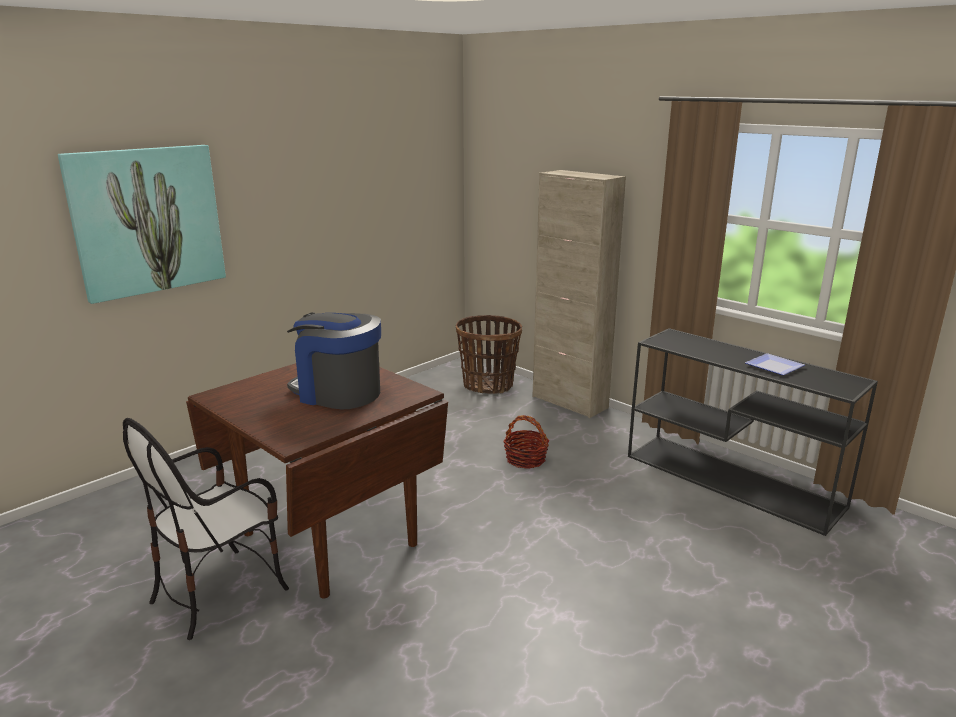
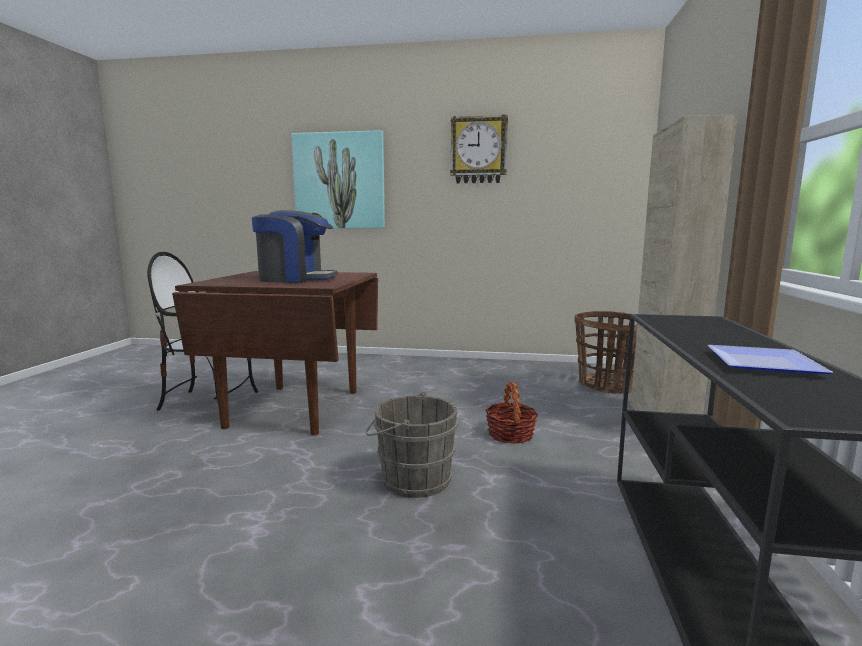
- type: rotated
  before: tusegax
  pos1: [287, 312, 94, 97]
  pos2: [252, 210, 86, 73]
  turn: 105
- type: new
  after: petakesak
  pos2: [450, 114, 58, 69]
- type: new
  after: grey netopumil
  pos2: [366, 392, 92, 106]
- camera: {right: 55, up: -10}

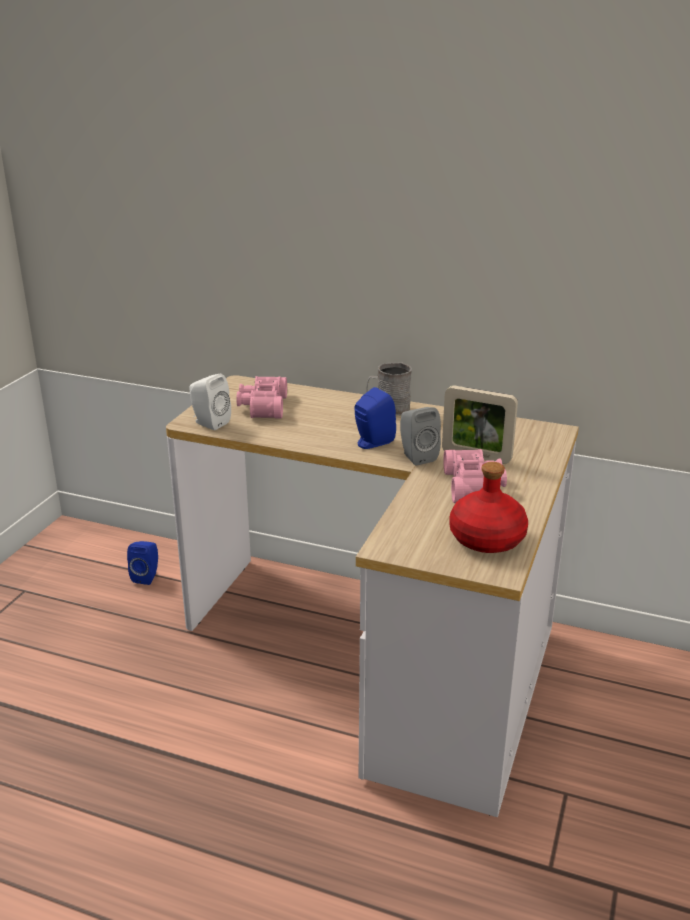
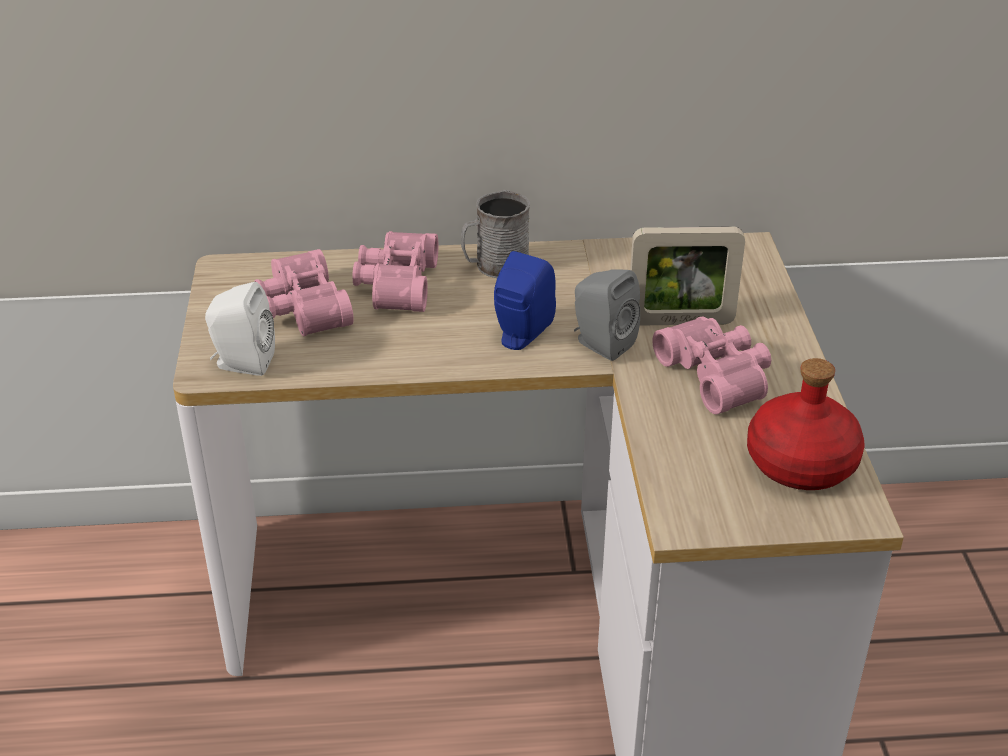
- type: gone
  before: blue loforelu
  pos1: [127, 541, 31, 44]
- type: new
  after: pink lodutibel
  pos2: [352, 231, 86, 81]
- camera: {right: -25, up: 10}

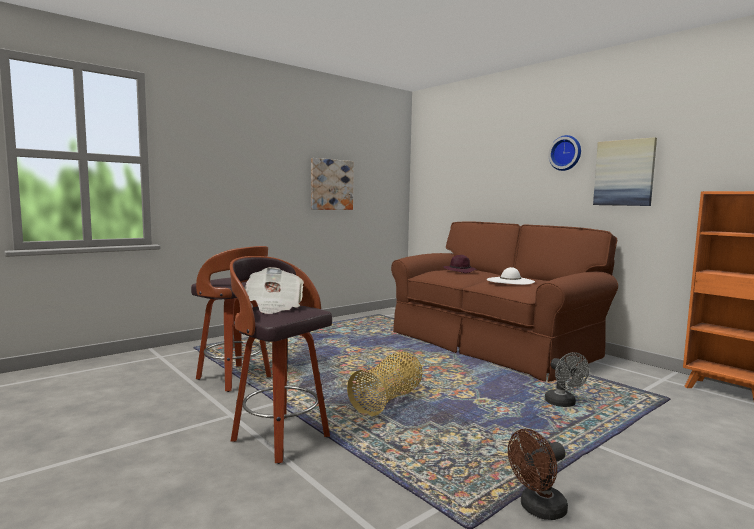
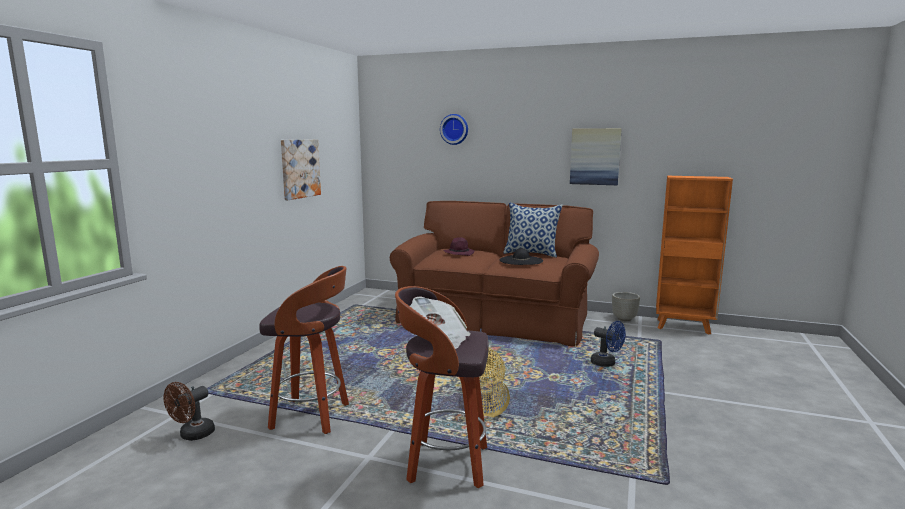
- type: shifted
  before: petakesak
  pos1: [548, 135, 33, 36]
  pos2: [440, 114, 28, 31]
- type: repainted
  before: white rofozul
  after: black rofozul
  pos1: [487, 267, 48, 18]
  pos2: [500, 248, 43, 17]
- type: repainted
  before: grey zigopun
  after: blue zigopun
  pos1: [545, 352, 44, 55]
  pos2: [591, 321, 35, 46]
- type: shifted
  before: brown zigopun
  pos1: [508, 429, 60, 91]
  pos2: [163, 382, 52, 59]
- type: new
  after: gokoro
  pos2: [503, 202, 60, 56]
- type: new
  after: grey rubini
  pos2: [612, 292, 28, 29]
- camera: {right: -30, up: 5}

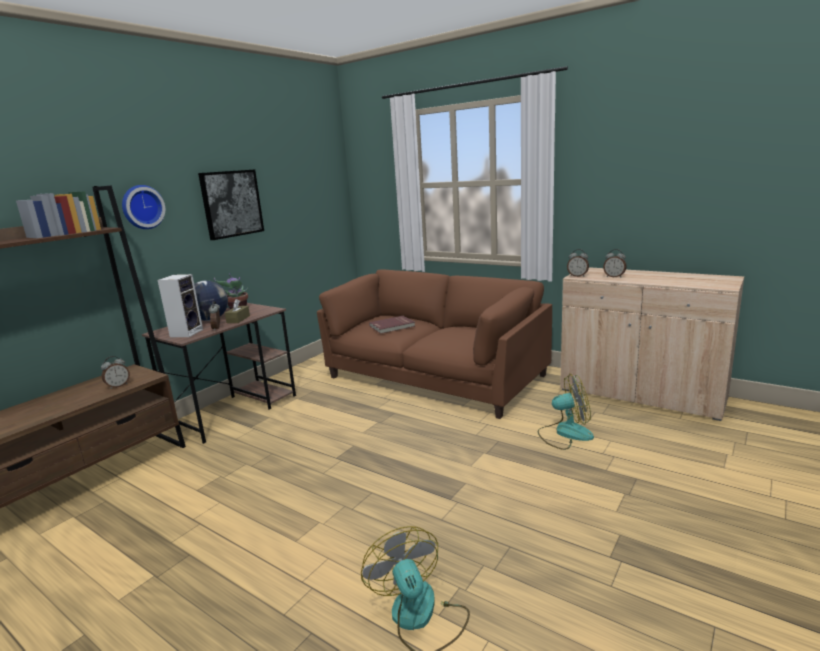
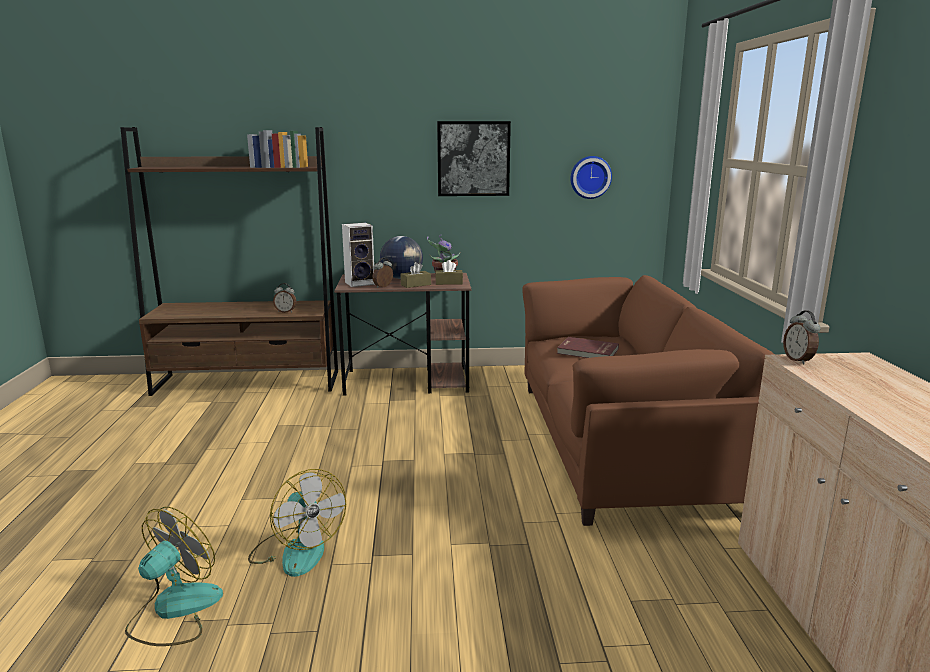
- type: shifted
  before: petakesak
  pos1: [122, 185, 43, 44]
  pos2: [570, 156, 42, 43]
- type: gone
  before: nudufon
  pos1: [603, 249, 24, 29]
- type: shifted
  before: zigopun
  pos1: [538, 374, 56, 76]
  pos2: [248, 469, 98, 108]
- type: new
  after: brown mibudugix
  pos2: [435, 260, 28, 25]
- camera: {right: 50, up: 0}

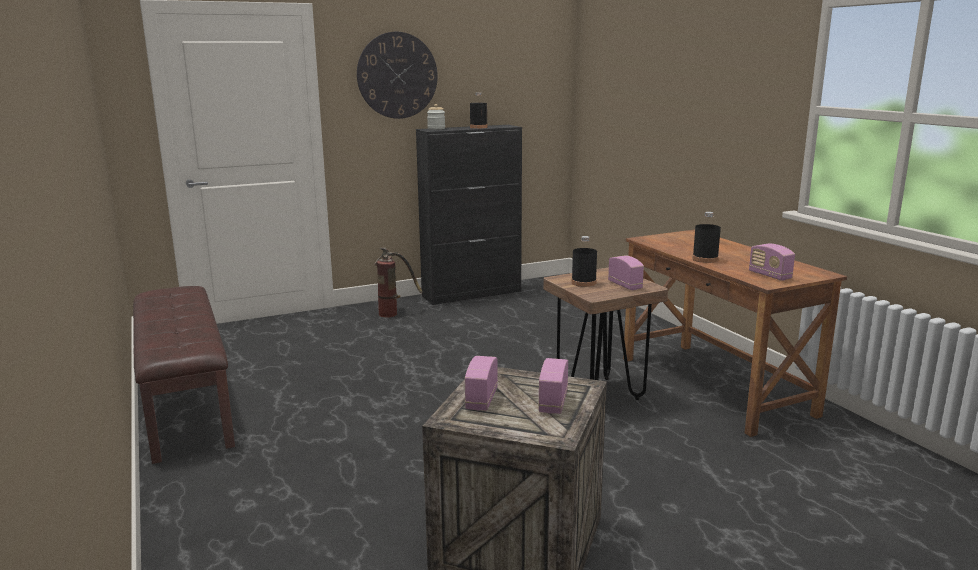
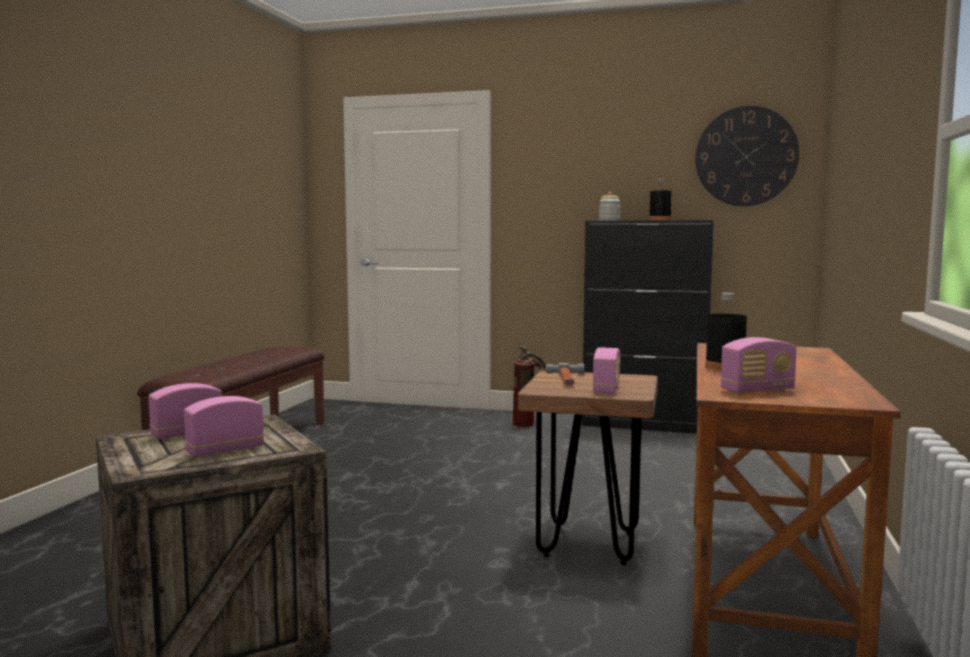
- type: shifted
  before: petakesak
  pos1: [357, 32, 81, 87]
  pos2: [695, 106, 104, 100]
- type: swapped
  before: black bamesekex
  after: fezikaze
  pos1: [571, 236, 26, 51]
  pos2: [545, 363, 39, 22]
- type: rotated
  before: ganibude
  pos1: [749, 244, 46, 37]
  pos2: [720, 337, 76, 57]
  turn: -120
- camera: {right: 40, up: -10}

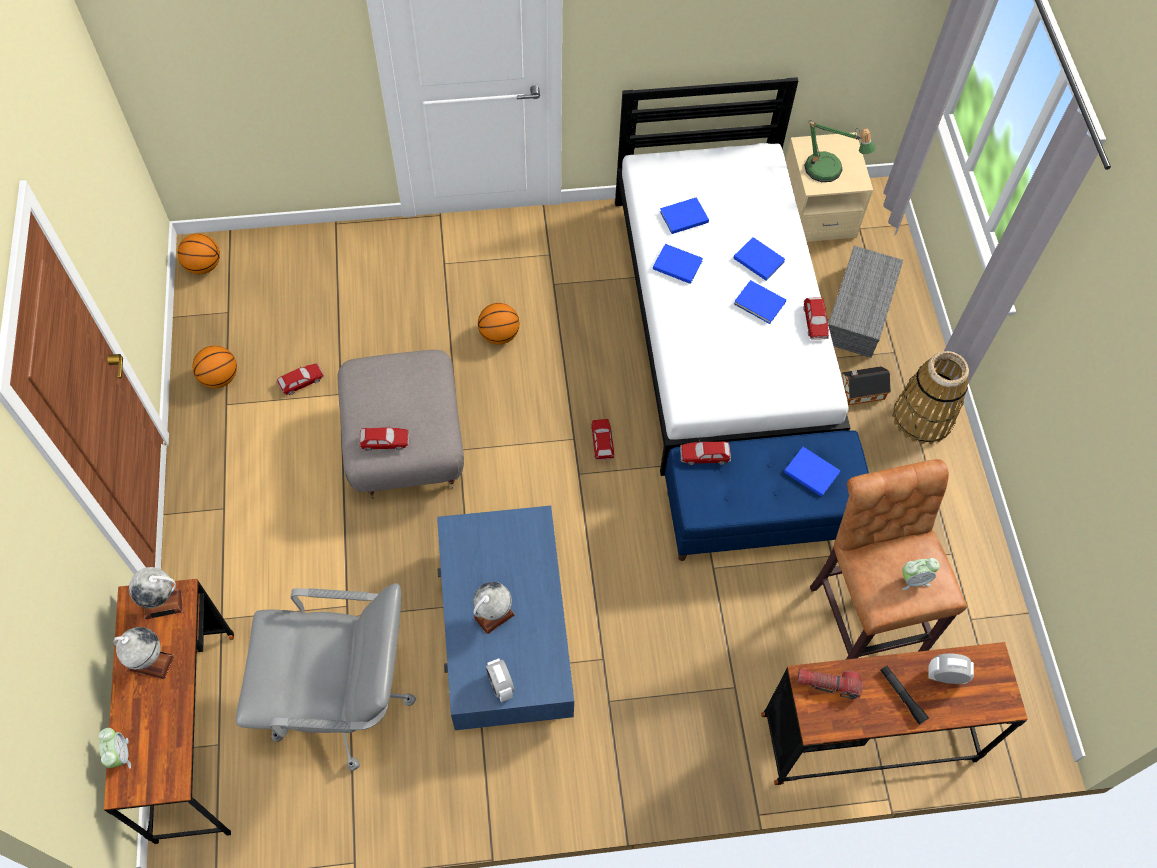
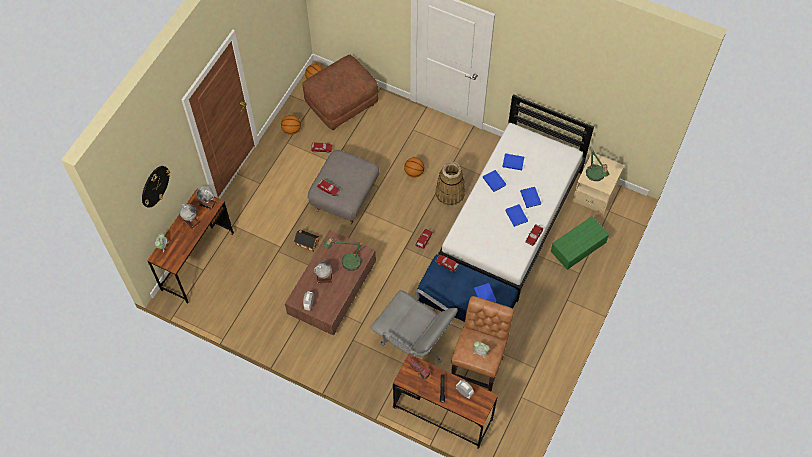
- type: repainted
  before: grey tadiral
  after: green tadiral
  pos1: [828, 246, 75, 112]
  pos2: [551, 216, 58, 54]
- type: shifted
  before: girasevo
  pos1: [893, 351, 76, 93]
  pos2: [436, 162, 29, 44]
- type: shifted
  before: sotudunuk
  pos1: [841, 366, 50, 39]
  pos2: [294, 229, 25, 23]
- type: repainted
  before: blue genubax
  after: brown genubax
  pos1: [437, 506, 137, 224]
  pos2: [285, 230, 91, 105]
- type: shifted
  before: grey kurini
  pos1: [236, 583, 180, 187]
  pos2: [370, 289, 88, 74]
- type: new
  after: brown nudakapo
  pos2: [302, 55, 76, 75]
- type: new
  after: petakesak
  pos2: [142, 166, 28, 42]
- type: new
  after: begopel
  pos2: [323, 238, 41, 33]
- camera: {right: 35, up: 0}

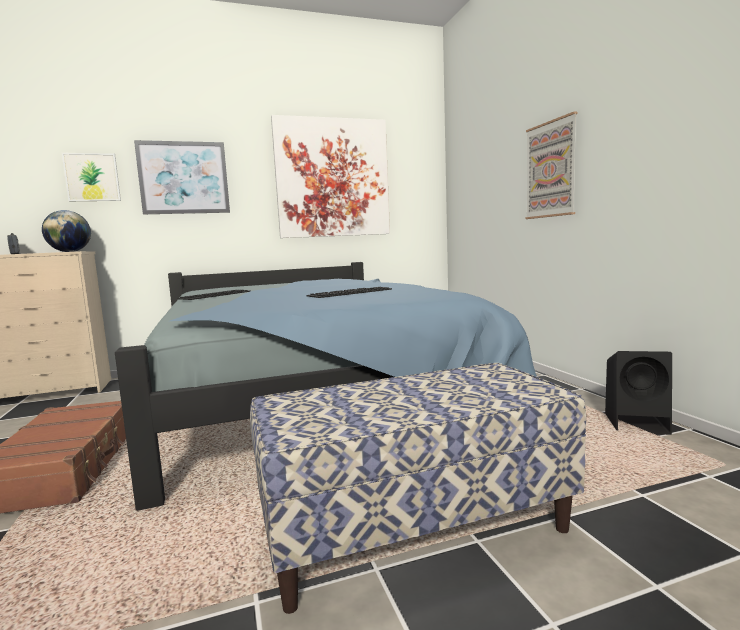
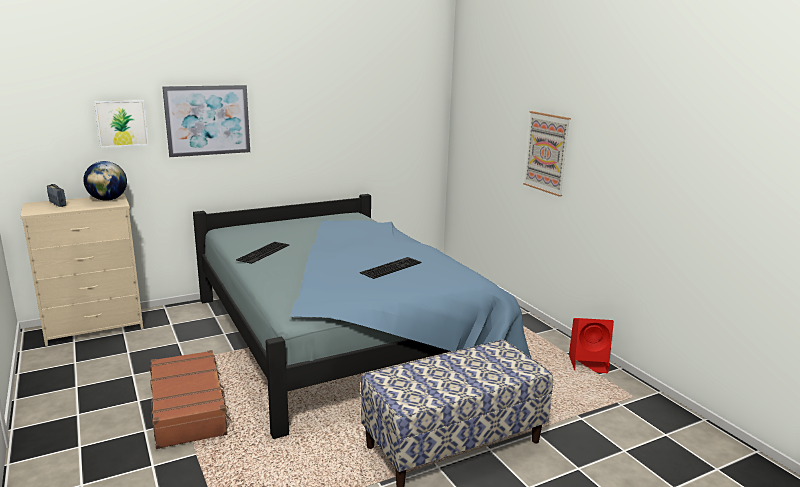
- type: gone
  before: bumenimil
  pos1: [271, 115, 119, 123]
- type: repainted
  before: black loforelu
  after: red loforelu
  pos1: [605, 351, 67, 84]
  pos2: [569, 318, 45, 55]
- camera: {right: -10, up: 10}

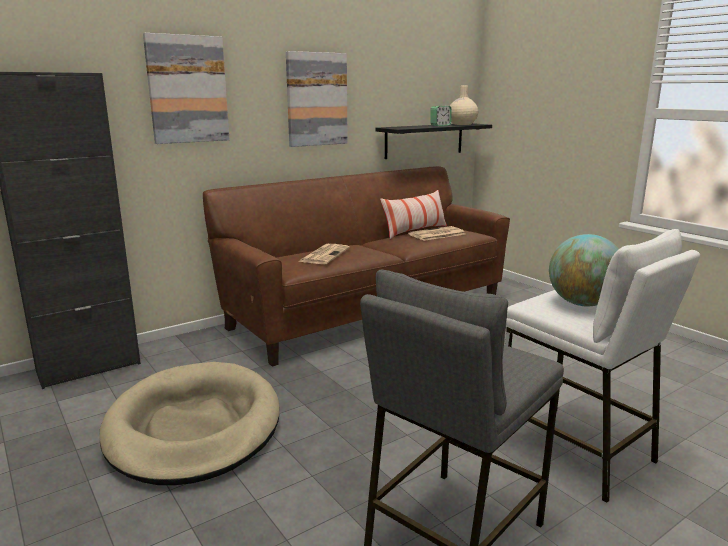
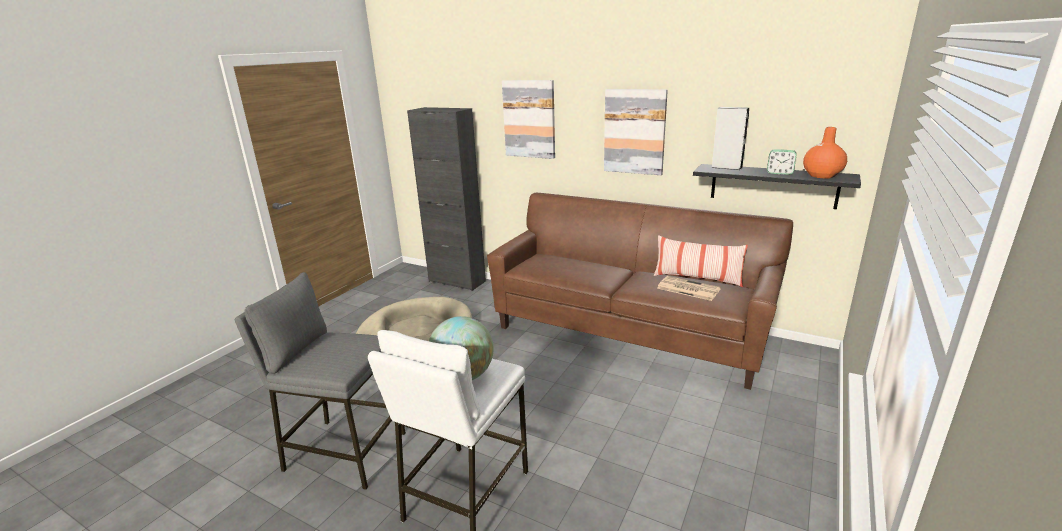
- type: repainted
  before: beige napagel
  after: orange napagel
  pos1: [450, 85, 28, 40]
  pos2: [803, 127, 44, 52]
- type: gone
  before: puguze
  pos1: [298, 244, 52, 20]
- type: new
  after: grey loforelu
  pos2: [711, 107, 38, 63]
- camera: {right: 65, up: 5}

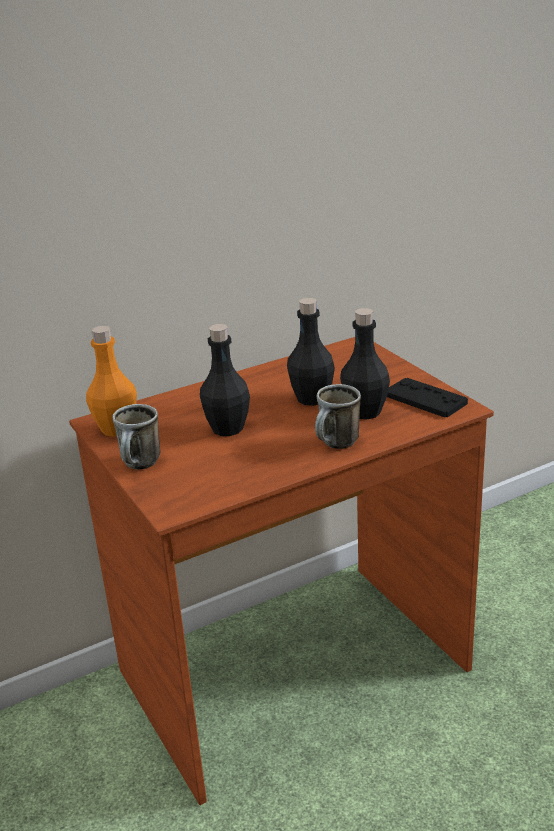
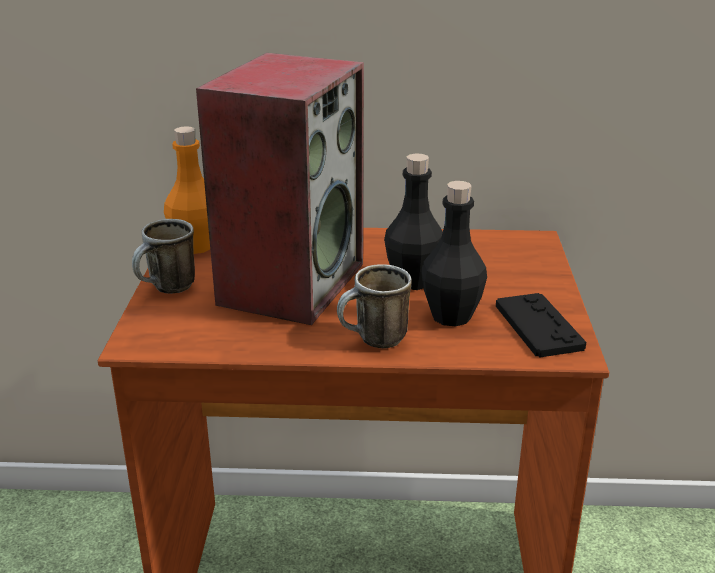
- type: swapped
  before: black bamesekex
  after: loforelu
  pos1: [200, 324, 50, 112]
  pos2: [196, 53, 168, 272]
- camera: {right: 30, up: 0}

